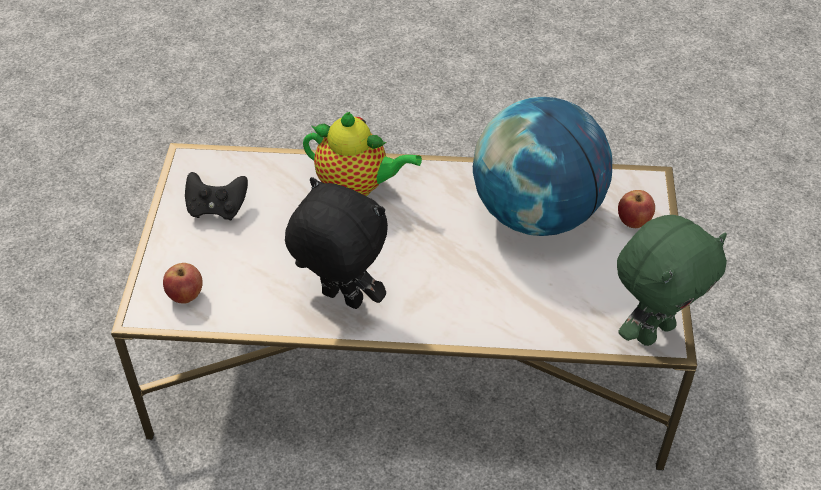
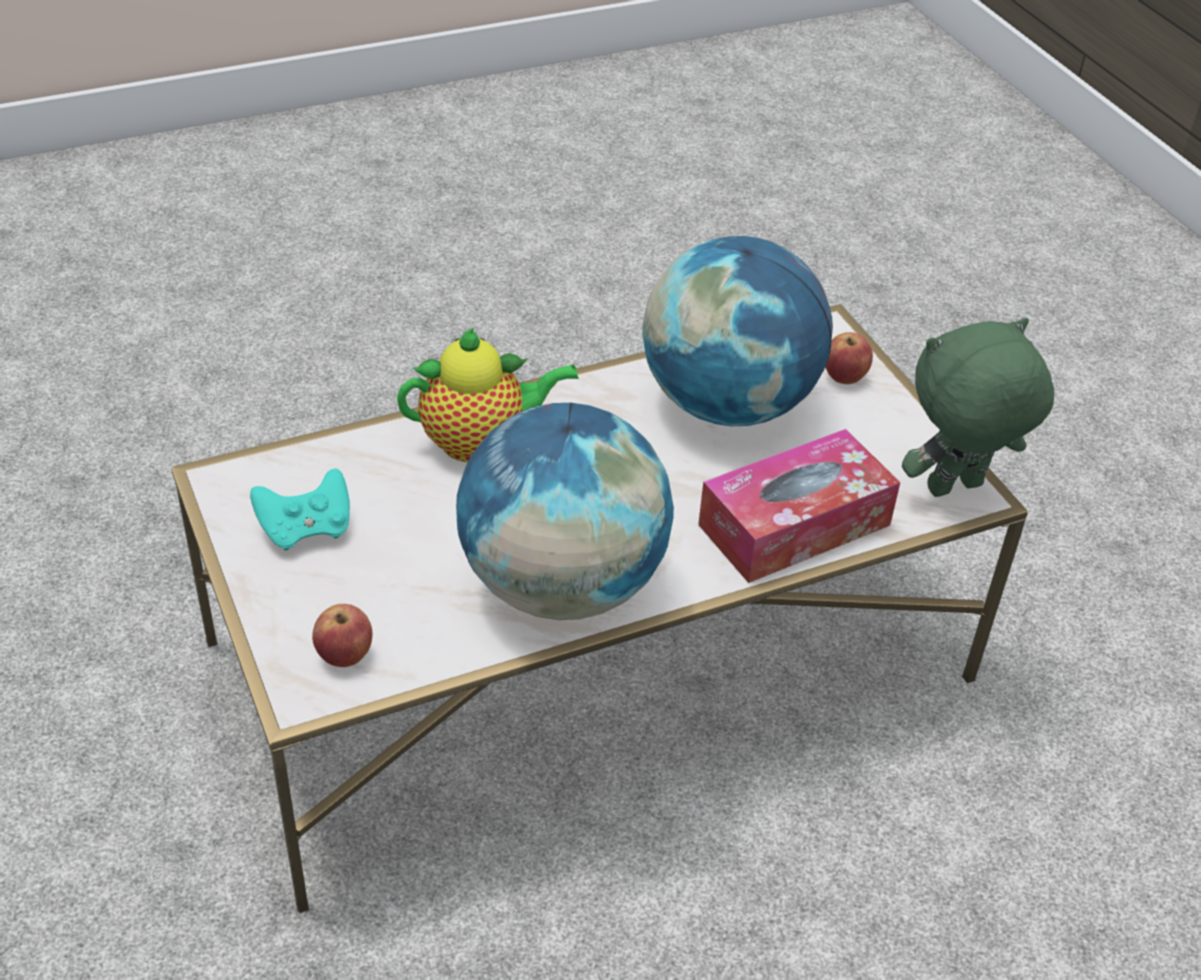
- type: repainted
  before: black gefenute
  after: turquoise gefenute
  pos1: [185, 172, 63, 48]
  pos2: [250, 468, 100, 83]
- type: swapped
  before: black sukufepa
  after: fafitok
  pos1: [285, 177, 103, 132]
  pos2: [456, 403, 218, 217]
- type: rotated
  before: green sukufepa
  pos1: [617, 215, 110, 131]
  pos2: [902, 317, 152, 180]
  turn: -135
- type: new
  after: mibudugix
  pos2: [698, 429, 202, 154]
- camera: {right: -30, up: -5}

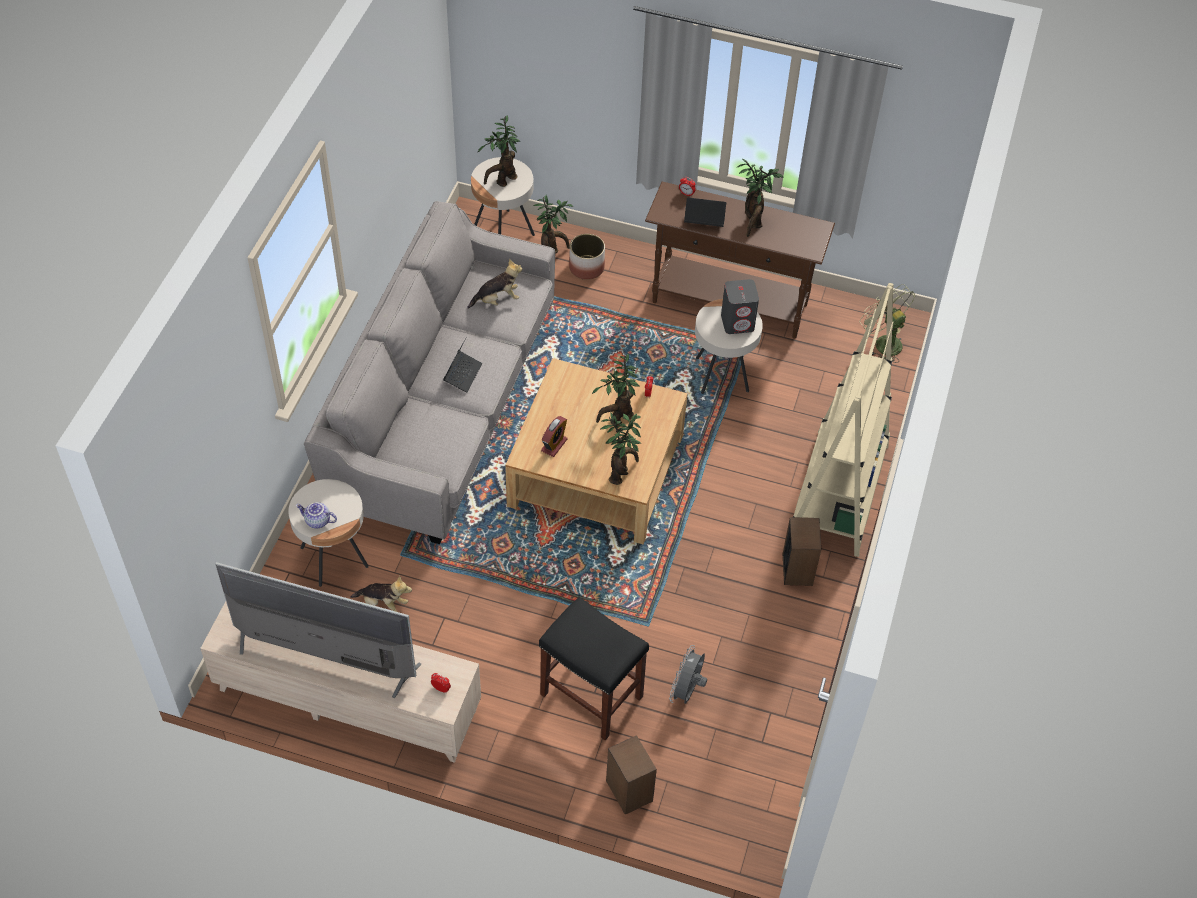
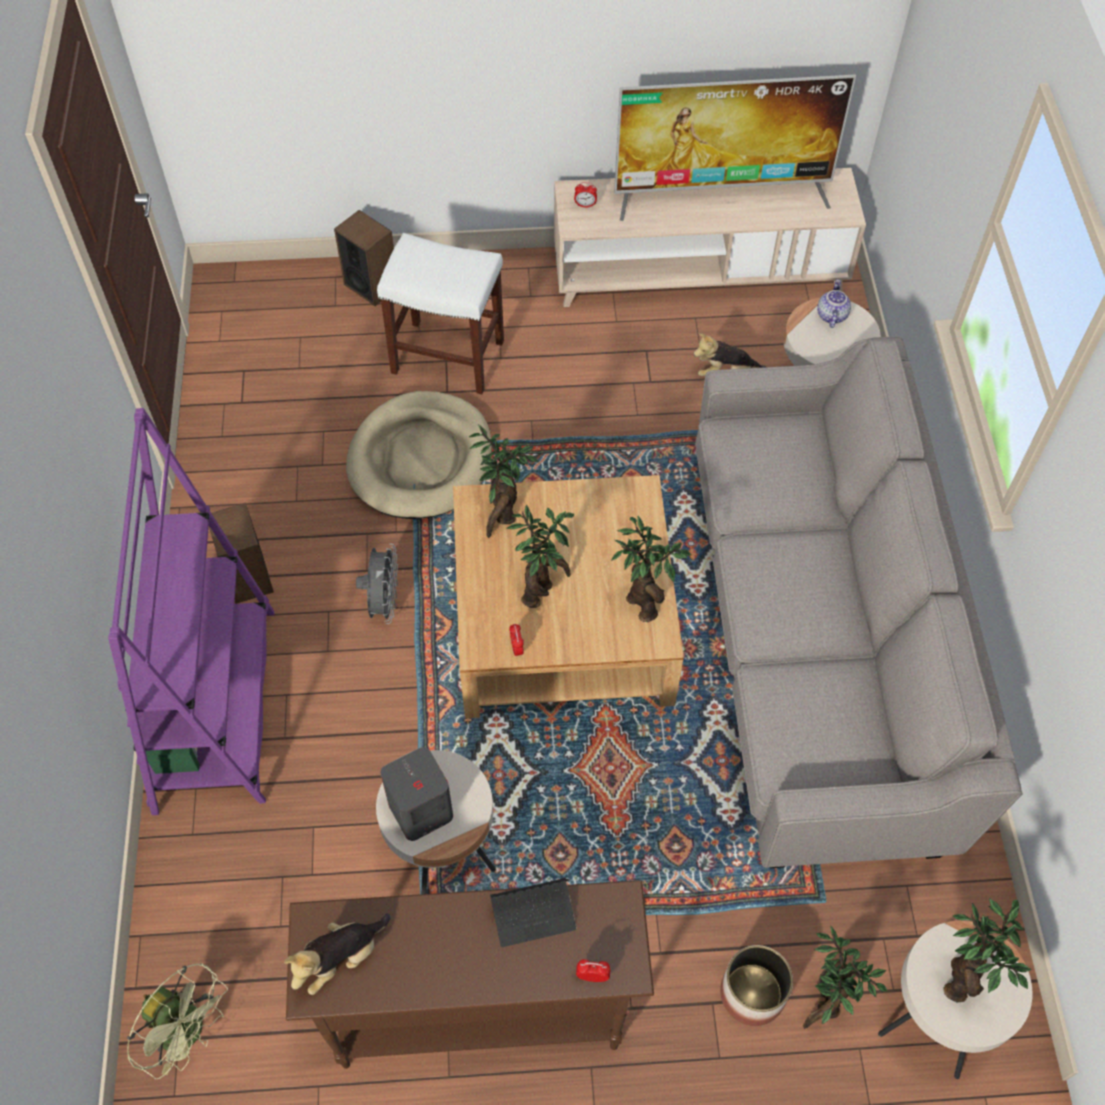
- type: shifted
  before: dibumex
  pos1: [736, 159, 48, 78]
  pos2: [611, 516, 81, 106]
- type: shifted
  before: sukufepa
  pos1: [467, 259, 55, 50]
  pos2: [284, 914, 107, 81]
- type: repainted
  before: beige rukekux
  after: purple rukekux
  pos1: [793, 283, 100, 274]
  pos2: [108, 408, 166, 407]
- type: gone
  before: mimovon
  pos1: [443, 337, 39, 55]
- type: gone
  before: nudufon
  pos1: [541, 416, 27, 41]
- type: rotated
  before: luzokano
  pos1: [296, 502, 41, 26]
  pos2: [817, 279, 34, 49]
  turn: -75
- type: repainted
  before: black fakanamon
  after: white fakanamon
  pos1: [539, 597, 110, 143]
  pos2: [377, 233, 127, 161]
- type: shifted
  before: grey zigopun
  pos1: [669, 645, 38, 59]
  pos2: [356, 543, 42, 81]
- type: new
  after: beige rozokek
  pos2: [346, 391, 146, 128]
- camera: {right: 160, up: 5}

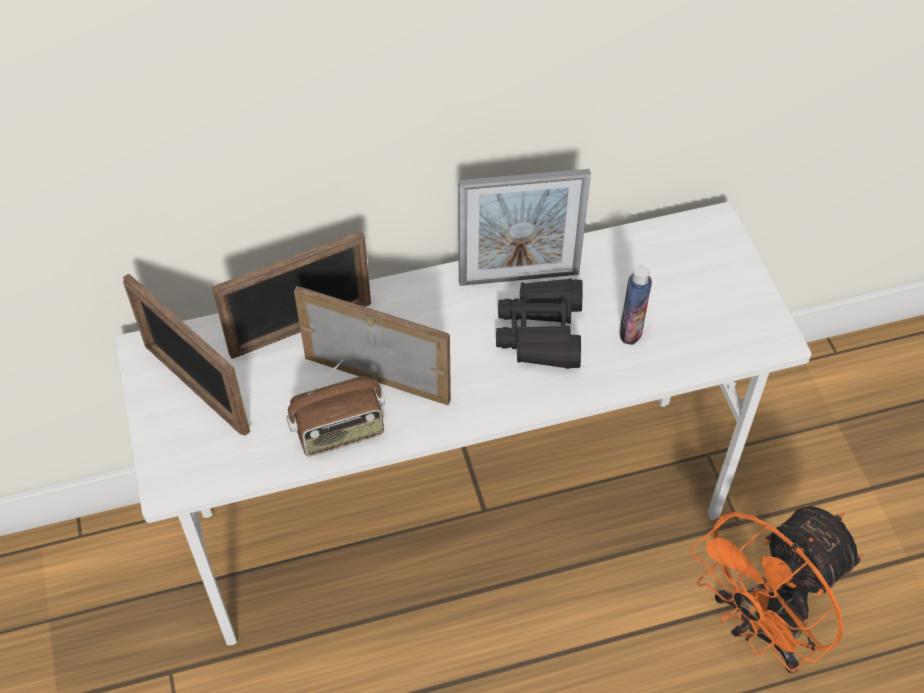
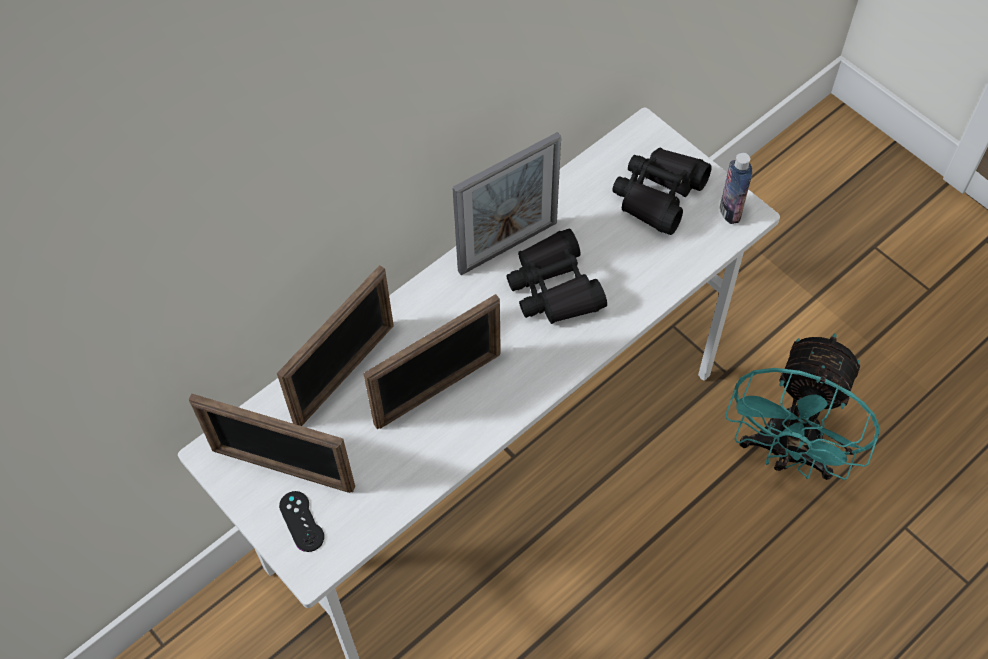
- type: shifted
  before: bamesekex
  pos1: [620, 266, 32, 79]
  pos2: [720, 153, 32, 71]
- type: rotated
  before: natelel
  pos1: [294, 286, 157, 119]
  pos2: [363, 294, 138, 135]
  turn: 150
- type: gone
  before: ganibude
  pos1: [286, 360, 99, 96]
- type: repainted
  before: orange zigopun
  after: turquoise zigopun
  pos1: [690, 506, 173, 167]
  pos2: [725, 333, 155, 147]
- type: new
  after: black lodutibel
  pos2: [612, 148, 99, 87]
- type: new
  after: black gefenute
  pos2: [279, 491, 45, 61]
- camera: {right: -25, up: 5}

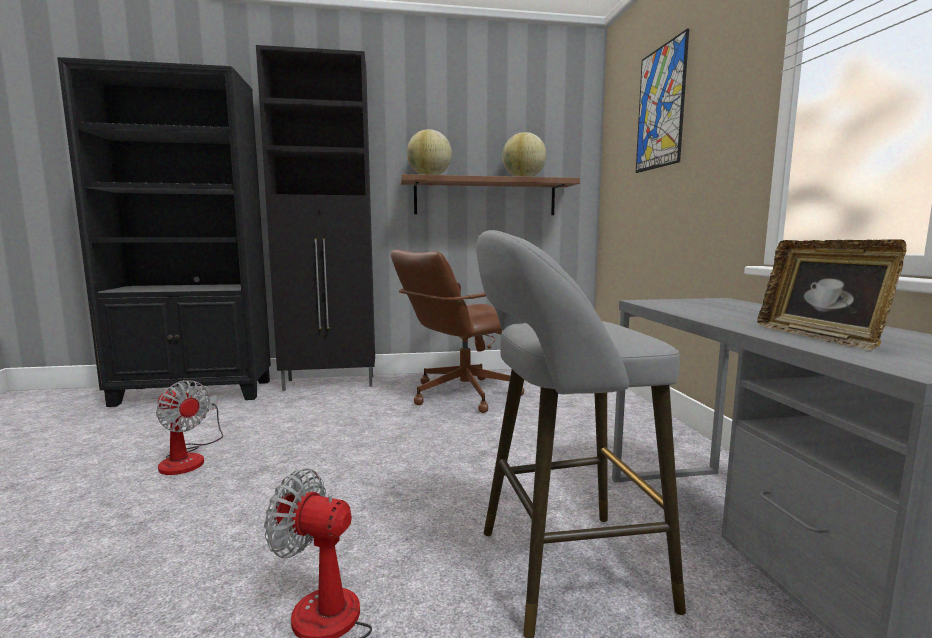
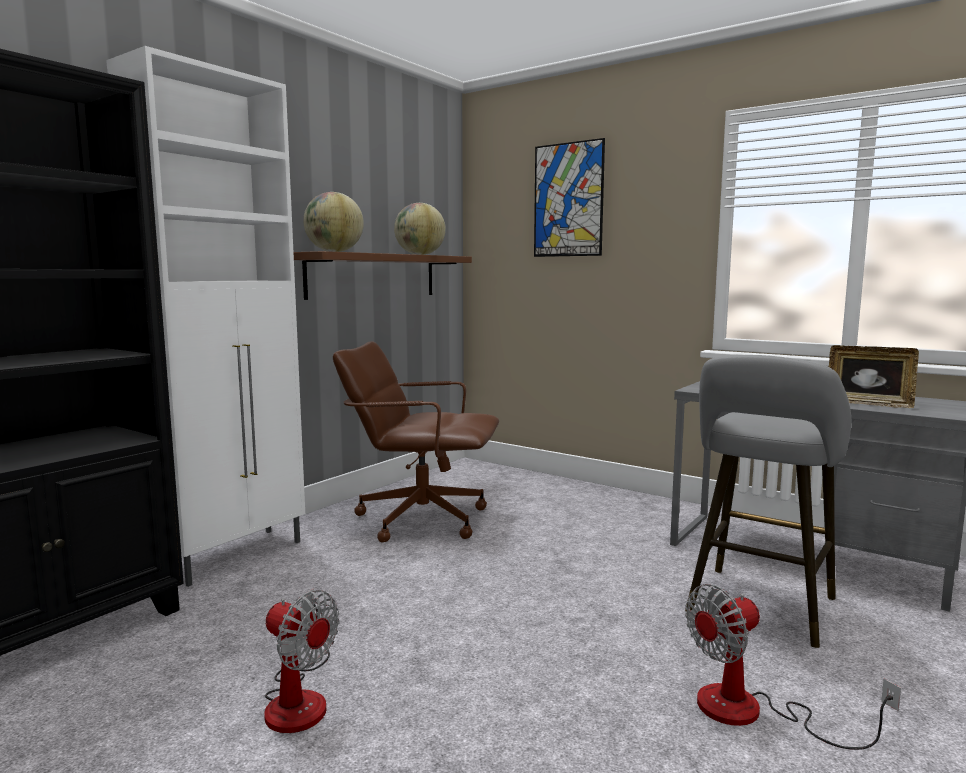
- type: repainted
  before: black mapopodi
  after: white mapopodi
  pos1: [256, 45, 119, 346]
  pos2: [106, 46, 199, 541]
- type: rotated
  before: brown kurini
  pos1: [391, 250, 133, 163]
  pos2: [333, 341, 166, 202]
  turn: 90
- type: rotated
  before: zigopun
  pos1: [156, 380, 67, 95]
  pos2: [264, 589, 75, 144]
  turn: 45
- camera: {right: -45, up: 0}

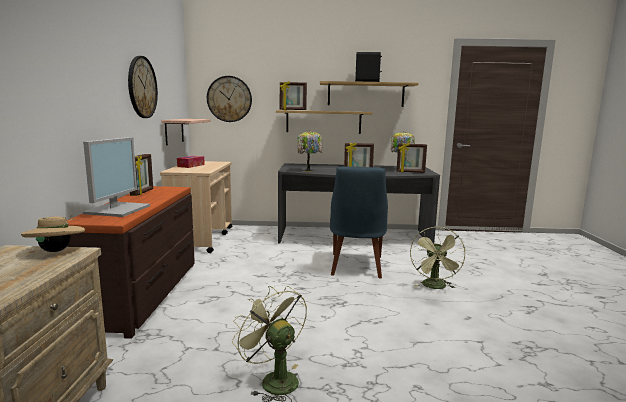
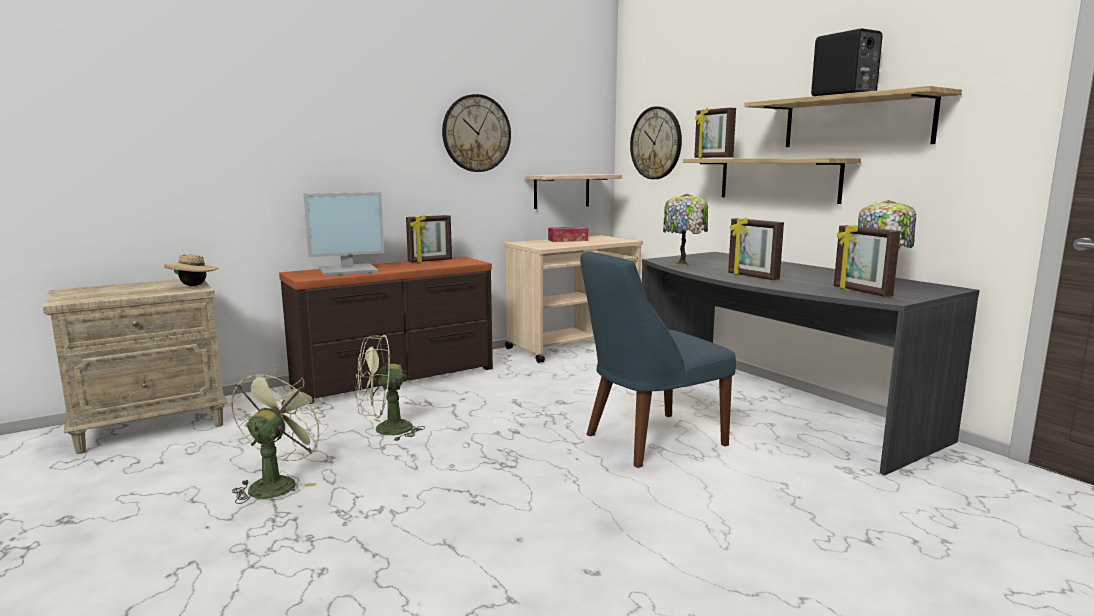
- type: shifted
  before: green zigopun
  pos1: [410, 226, 55, 63]
  pos2: [356, 335, 69, 106]
- camera: {right: 55, up: 0}

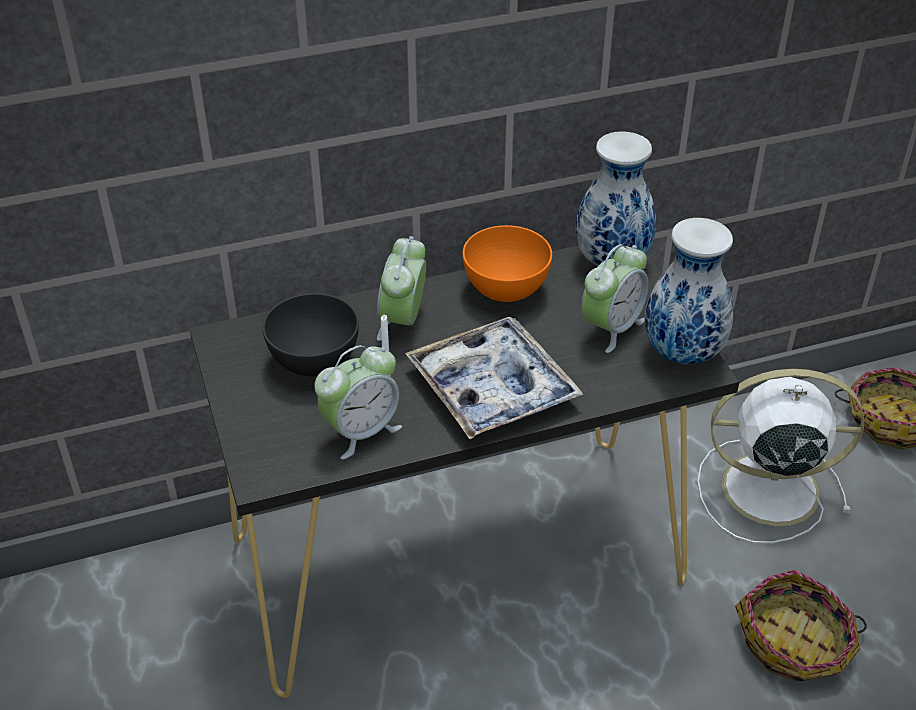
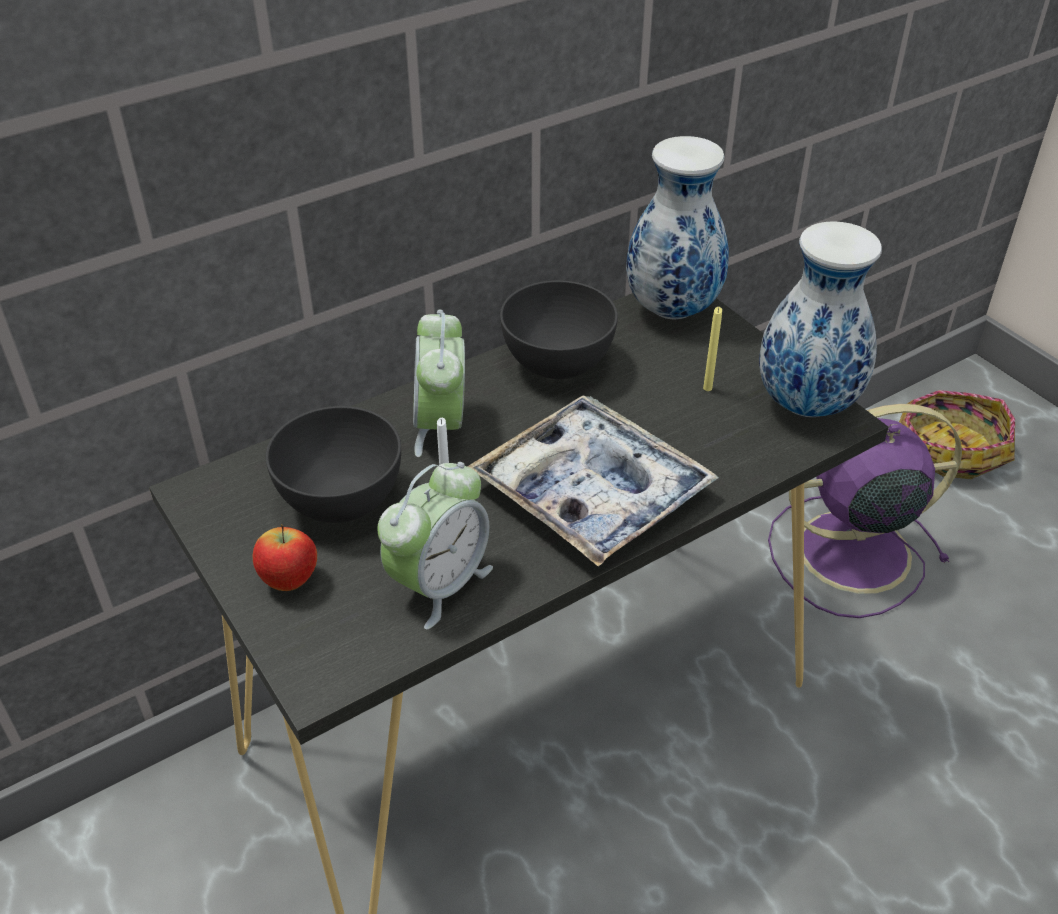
- type: repainted
  before: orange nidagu
  after: grey nidagu
  pos1: [463, 225, 89, 77]
  pos2: [500, 280, 118, 99]
- type: swapped
  before: nudufon
  after: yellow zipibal
  pos1: [582, 244, 67, 109]
  pos2: [703, 307, 19, 84]
- type: repainted
  before: white zigopun
  after: purple zigopun
  pos1: [697, 369, 167, 175]
  pos2: [768, 404, 194, 214]
- type: gone
  before: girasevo
  pos1: [735, 570, 132, 112]
- type: new
  after: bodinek
  pos2: [253, 524, 64, 67]
- camera: {right: -15, up: 0}

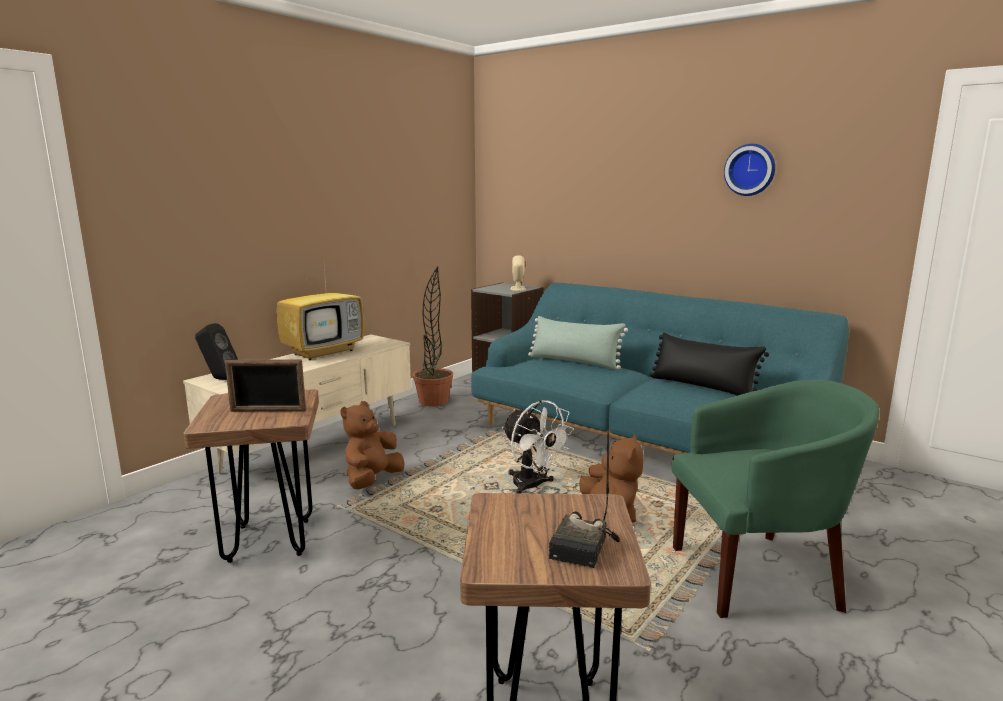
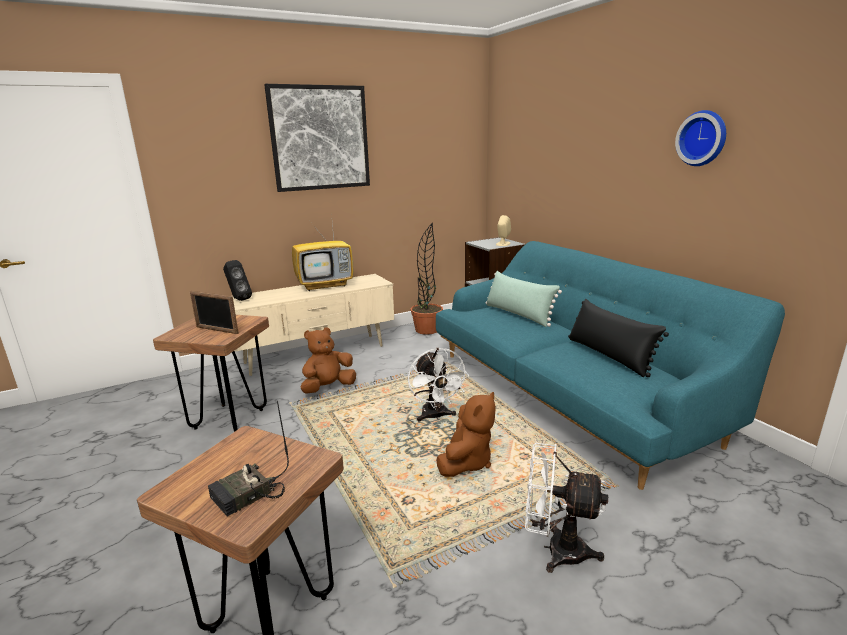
- type: swapped
  before: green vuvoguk
  after: white zigopun
  pos1: [672, 380, 207, 238]
  pos2: [525, 443, 83, 130]
- type: new
  after: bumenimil
  pos2: [264, 84, 106, 108]
- camera: {right: 25, up: 5}

